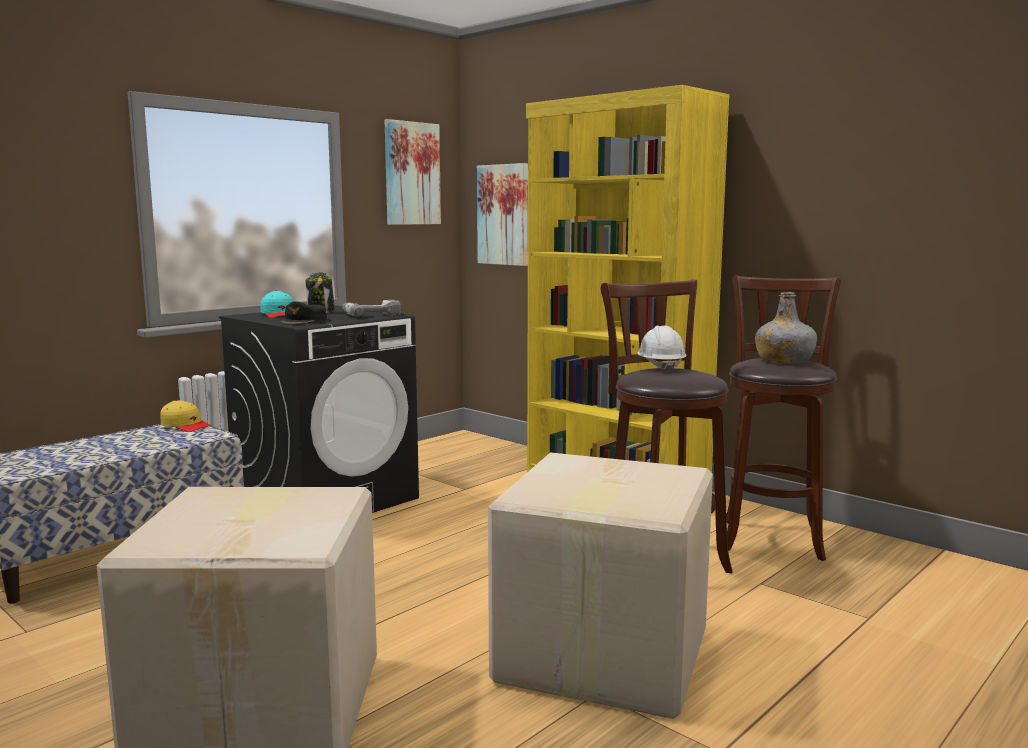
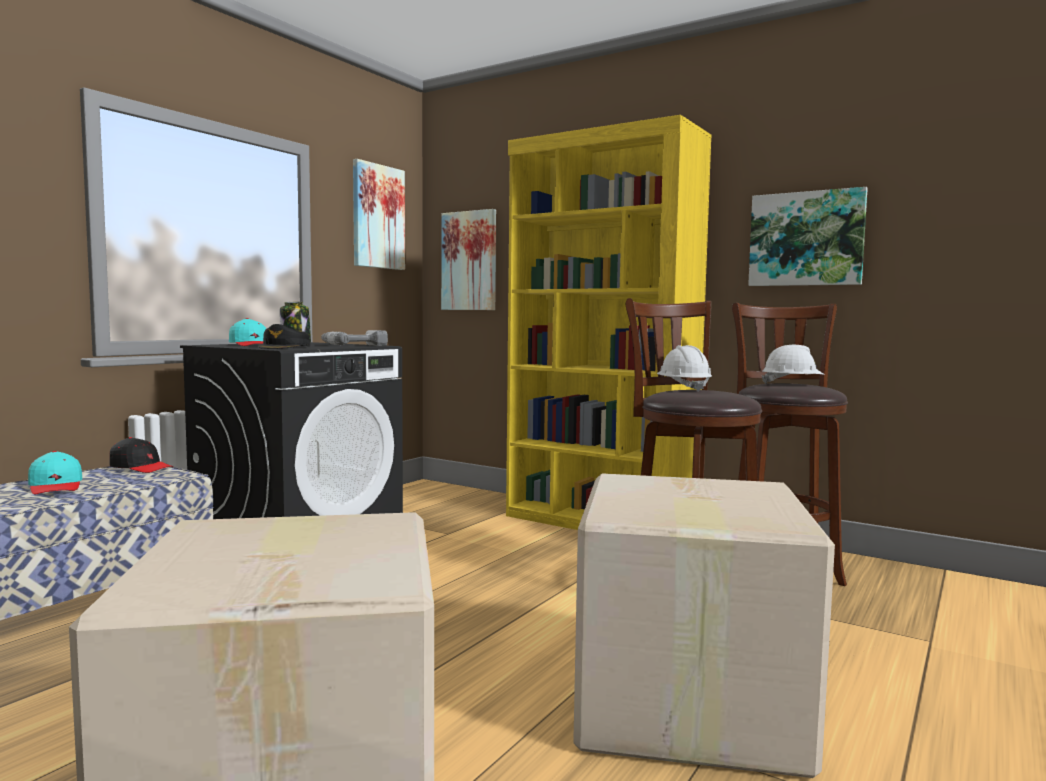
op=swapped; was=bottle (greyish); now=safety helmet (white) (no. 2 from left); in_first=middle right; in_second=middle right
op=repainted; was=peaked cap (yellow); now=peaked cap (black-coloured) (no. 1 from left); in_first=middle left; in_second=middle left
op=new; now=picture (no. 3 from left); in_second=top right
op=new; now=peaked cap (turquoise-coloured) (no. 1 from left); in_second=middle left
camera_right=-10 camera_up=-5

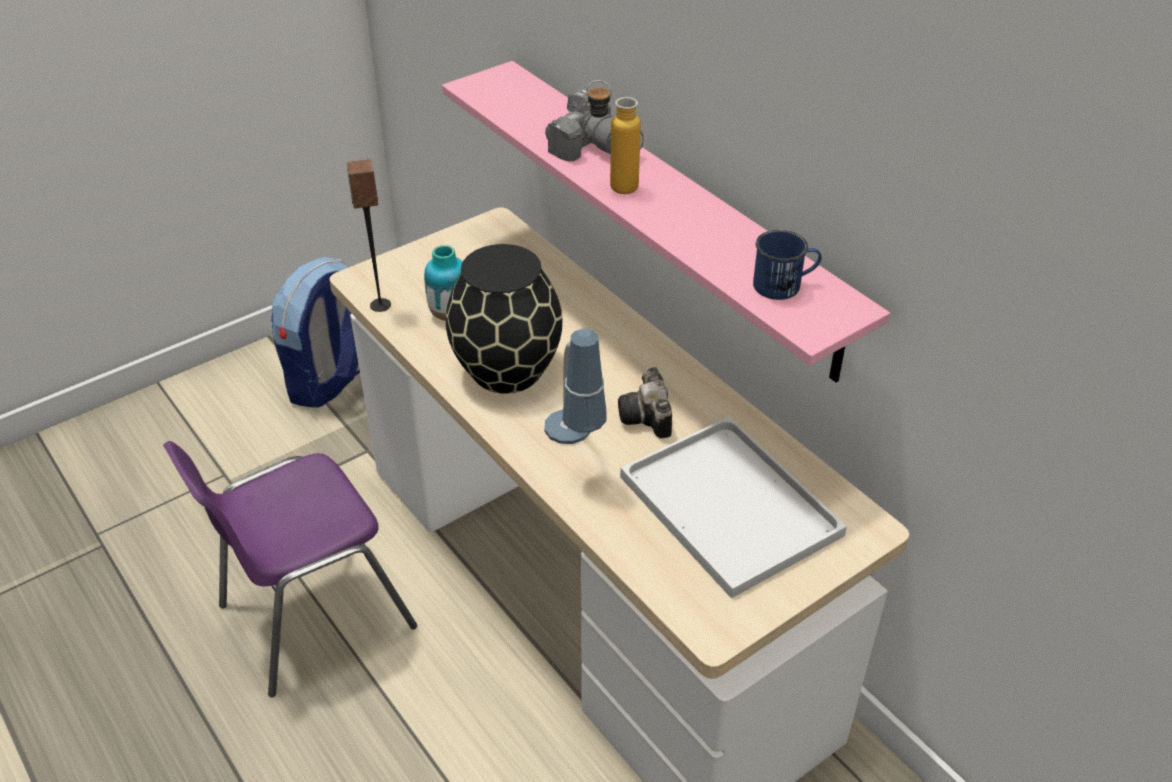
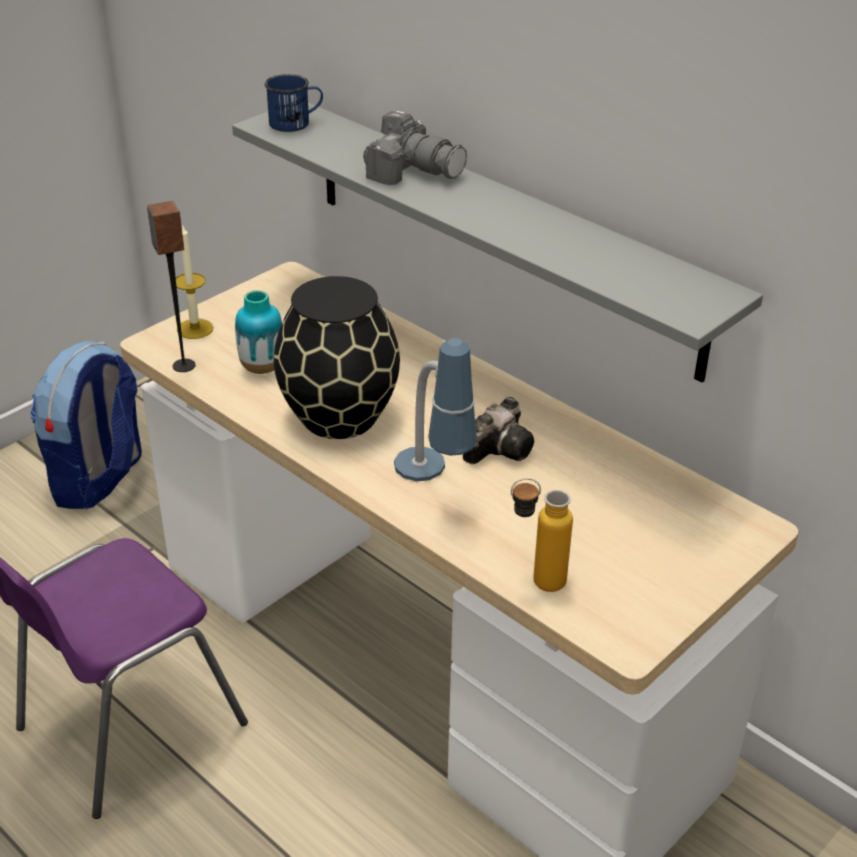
op=repainted; was=wall shelf (pink-coloured); now=wall shelf (greyish); in_first=top centre; in_second=top centre
op=shifted; was=bottle; in_first=top centre; in_second=centre
op=shifted; was=coffee mug (bluish); in_first=middle right; in_second=top centre
op=rotated; was=photo camera (no. 2 from left); in_first=centre; in_second=centre; clockwise=-120
op=gone; was=carrying tray (white); in_first=centre
op=new; now=candle; in_second=top left
camera_right=-10 camera_up=-5

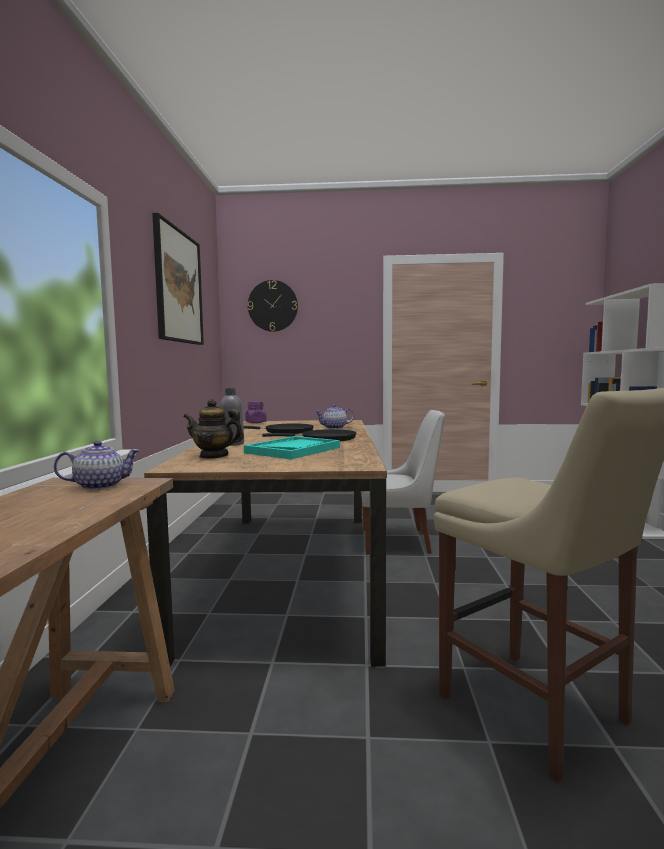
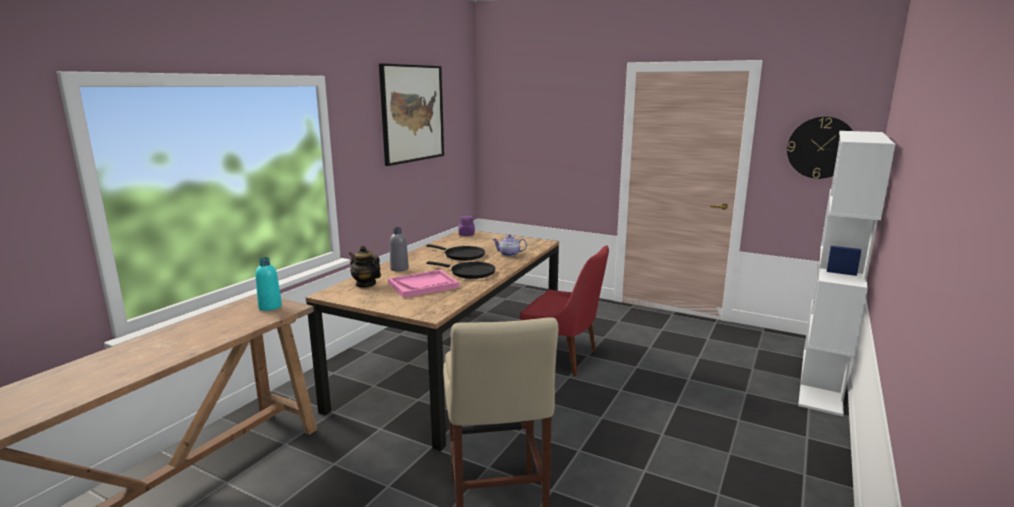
op=shifted; was=wall clock; in_first=centre; in_second=top right
op=repainted; was=upright chair (white); now=upright chair (reddish); in_first=centre; in_second=centre
op=repainted; was=carrying tray (turquoise-coloured); now=carrying tray (pink-coloured); in_first=centre; in_second=centre
op=swapped; was=pot for tea (no. 1 from left); now=bottle (turquoise-coloured); in_first=middle left; in_second=middle left
camera_right=25 camera_up=10

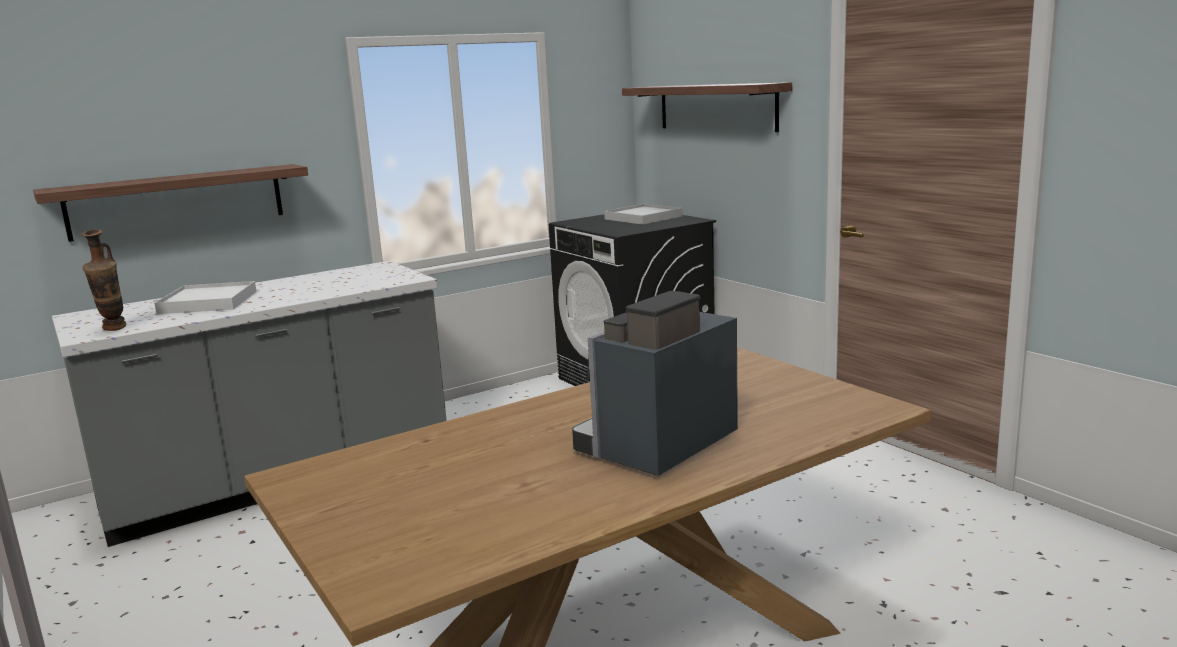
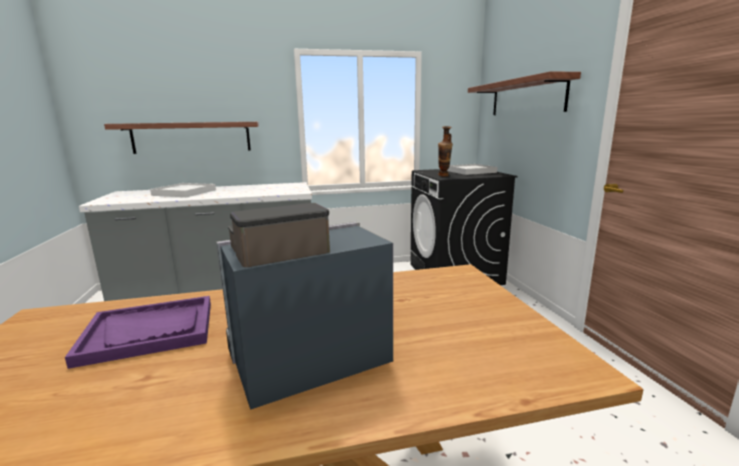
op=shifted; was=vase; in_first=middle left; in_second=top centre
op=new; now=carrying tray (purple-coloured); in_second=bottom left
camera_right=20 camera_up=0

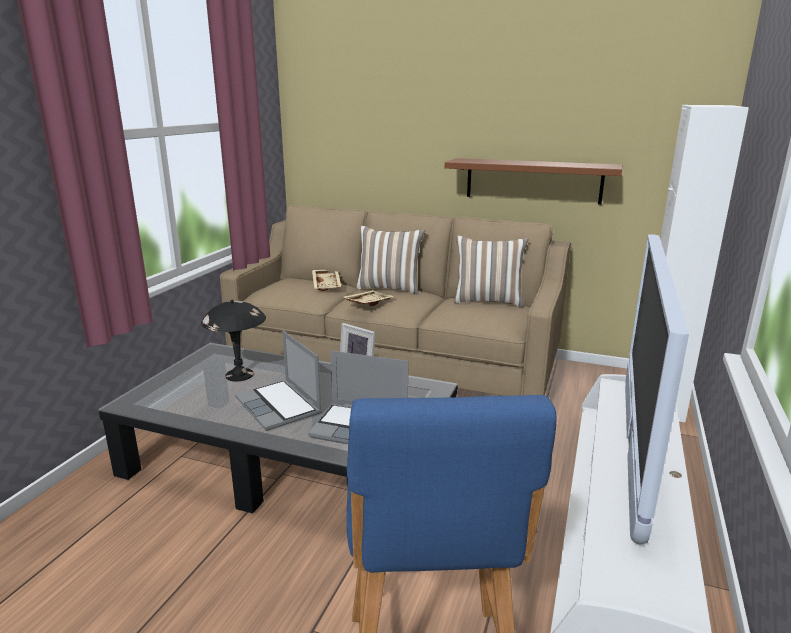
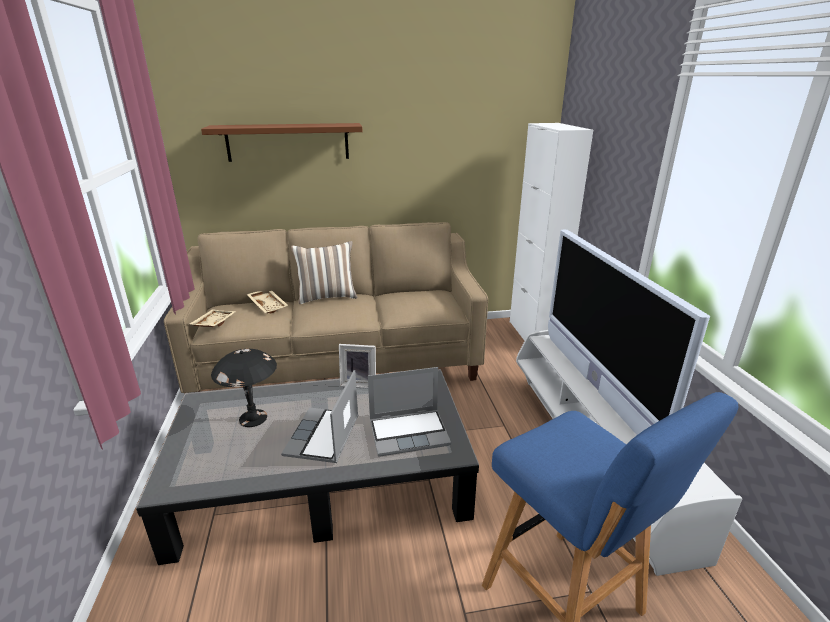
op=shifted; was=wall shelf (brown-coloured); in_first=top right; in_second=top centre
op=gone; was=pillow (no. 2 from left); in_first=centre
op=shifted; was=carrying tray (beige-coloured) (no. 2 from left in the first image); now=carrying tray (beige-coloured) (no. 1 from left); in_first=centre; in_second=middle left
op=rotated; was=notebook computer (no. 1 from left); in_first=centre; in_second=bottom centre; clockwise=75
camera_right=-30 camera_up=5

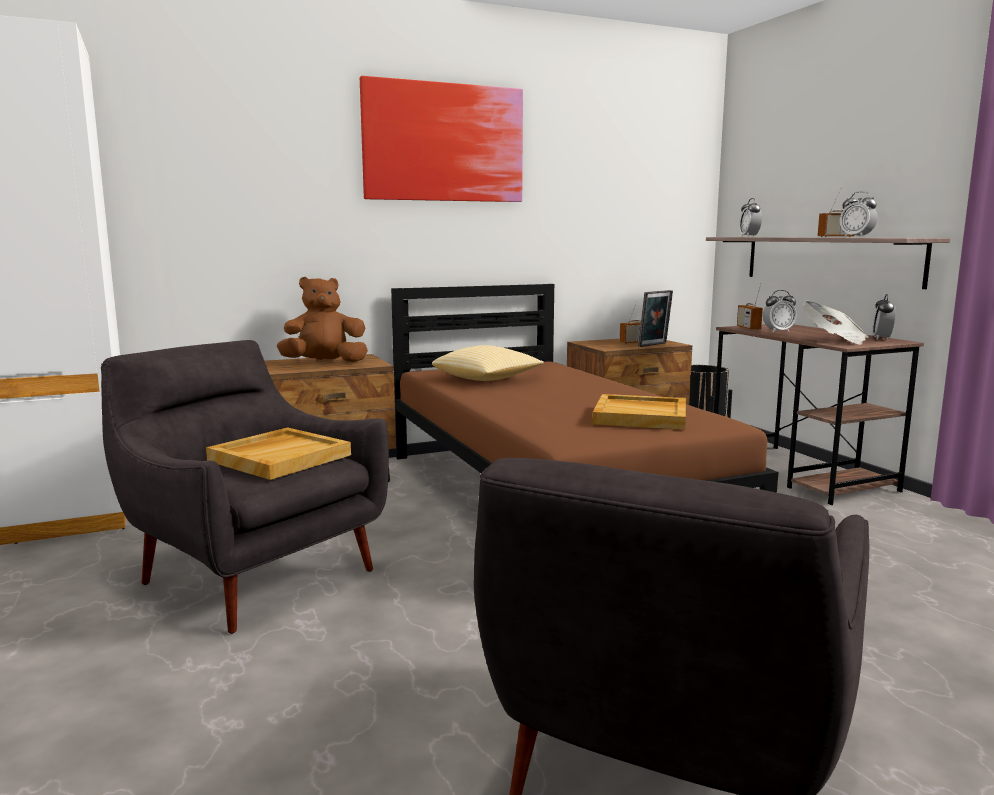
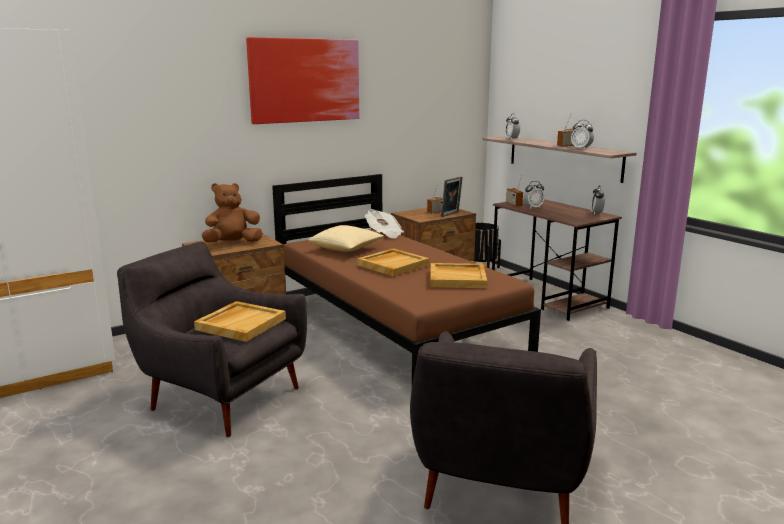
op=shifted; was=newspaper; in_first=middle right; in_second=centre
op=new; now=carrying tray (beige-coloured) (no. 2 from left); in_second=centre
camera_right=-10 camera_up=5

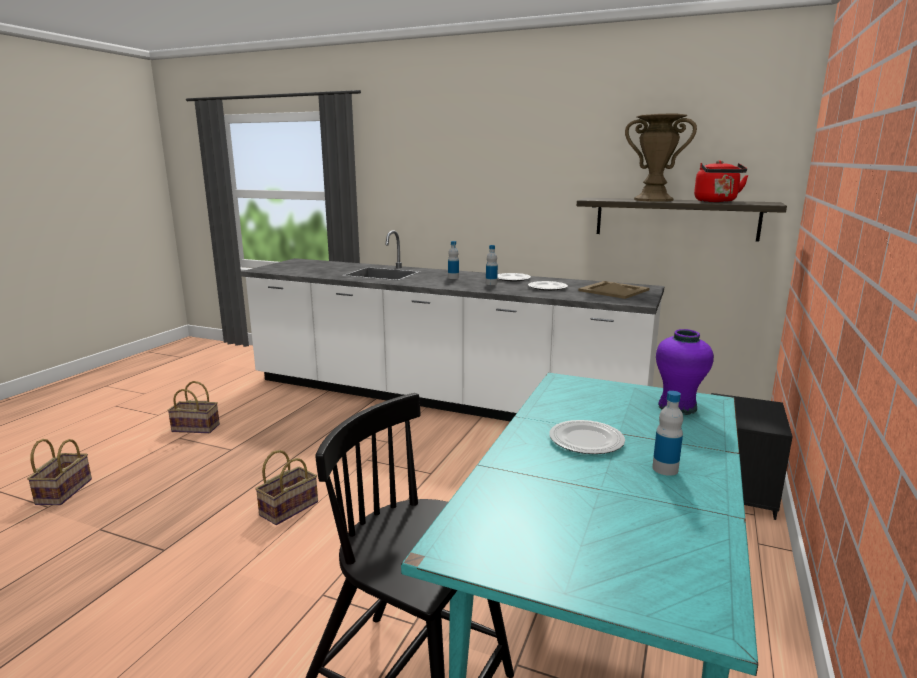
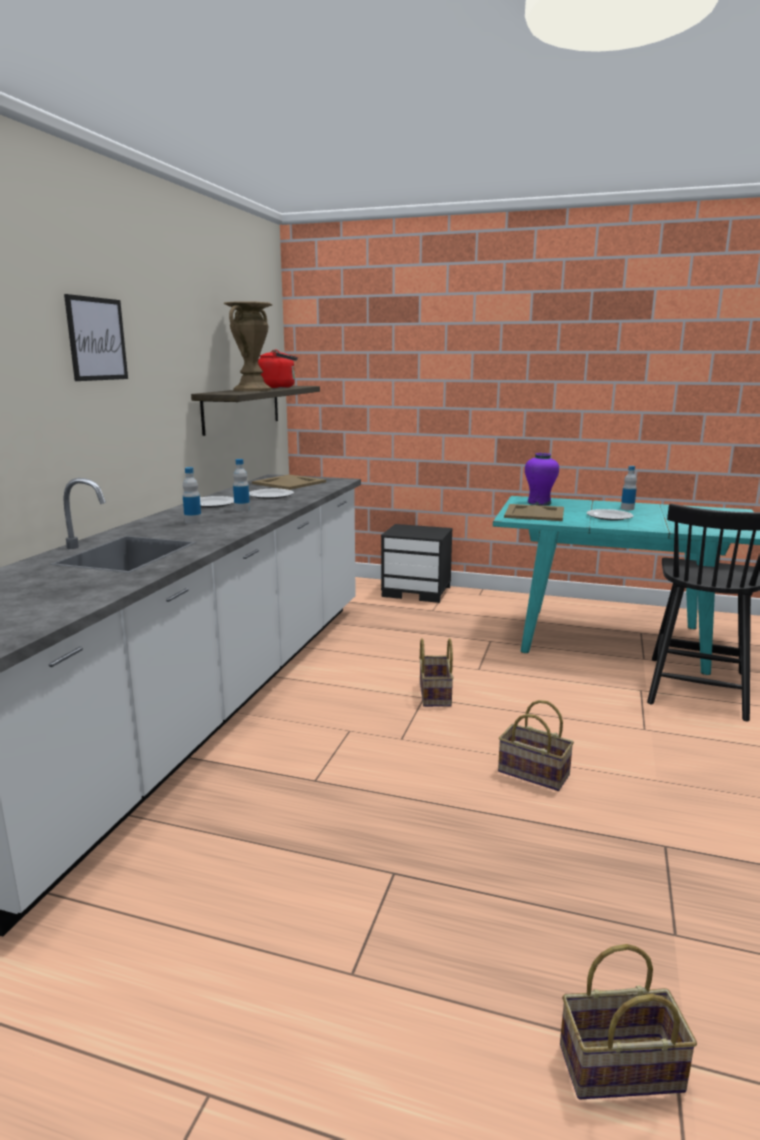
op=shifted; was=household basket (no. 2 from left in the first image); now=household basket (no. 1 from left); in_first=middle left; in_second=centre
op=new; now=picture; in_second=top left
op=new; now=carrying tray (beige-coloured) (no. 2 from left); in_second=middle right
camera_right=-95 camera_up=0

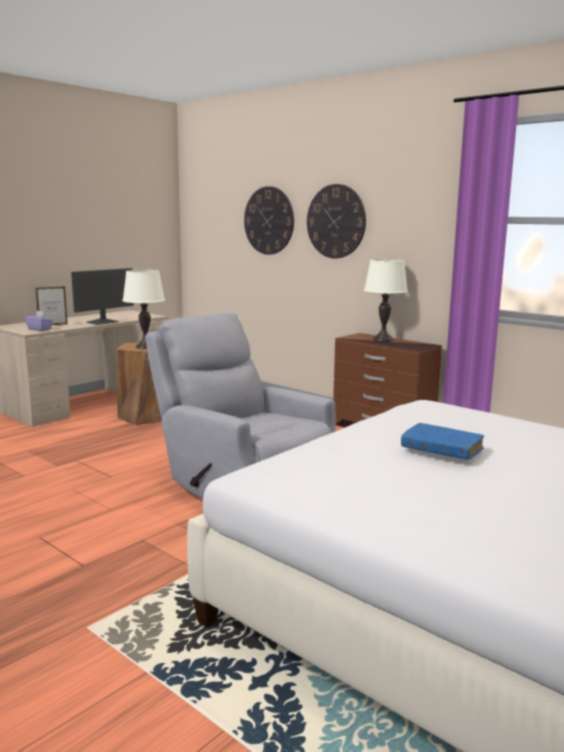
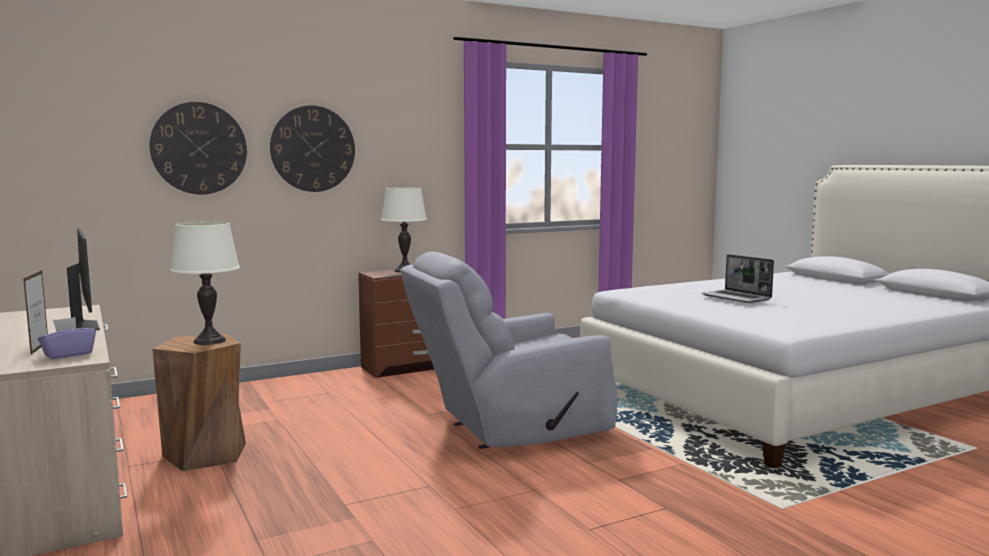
op=swapped; was=volume (bluish); now=notebook computer; in_first=middle right; in_second=middle right
camera_right=-70 camera_up=-5

